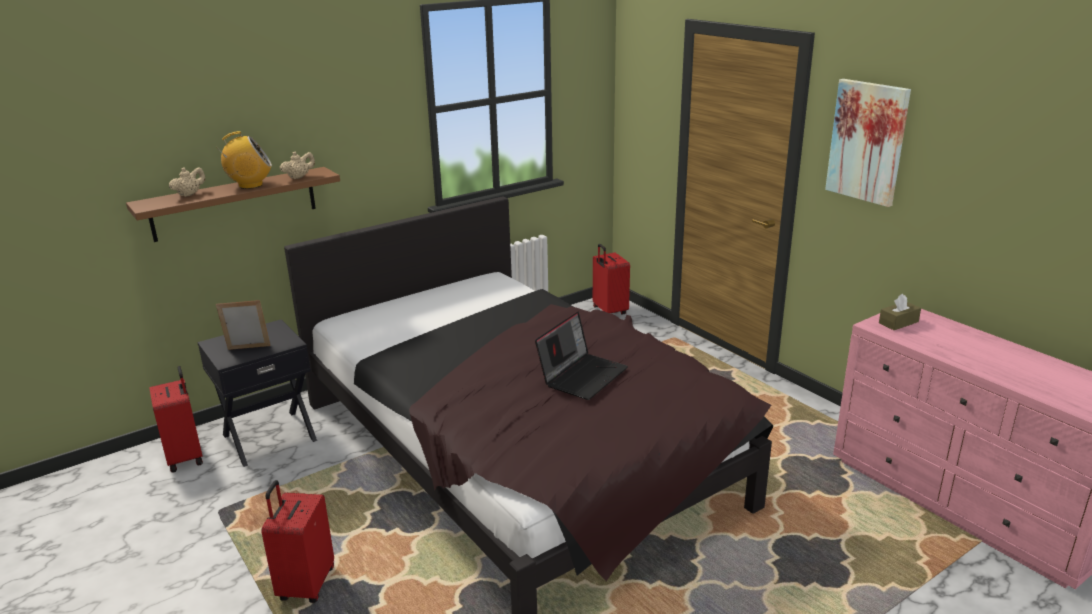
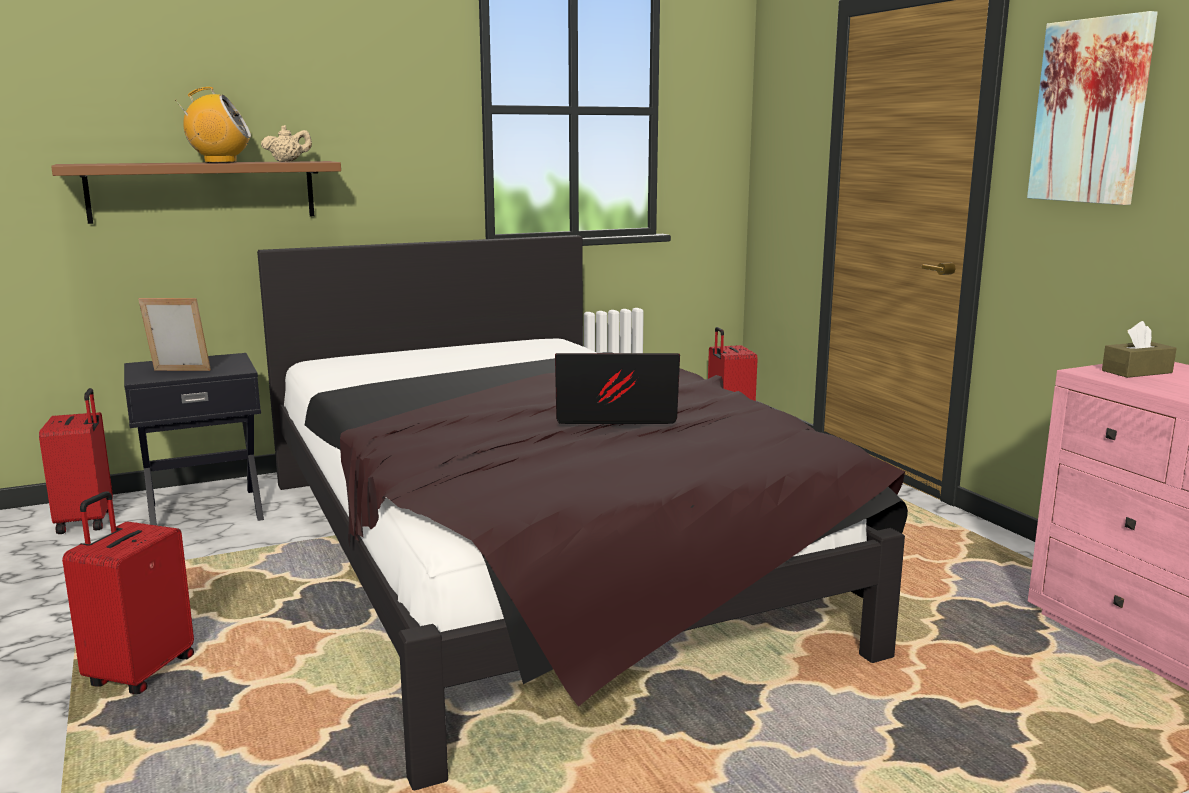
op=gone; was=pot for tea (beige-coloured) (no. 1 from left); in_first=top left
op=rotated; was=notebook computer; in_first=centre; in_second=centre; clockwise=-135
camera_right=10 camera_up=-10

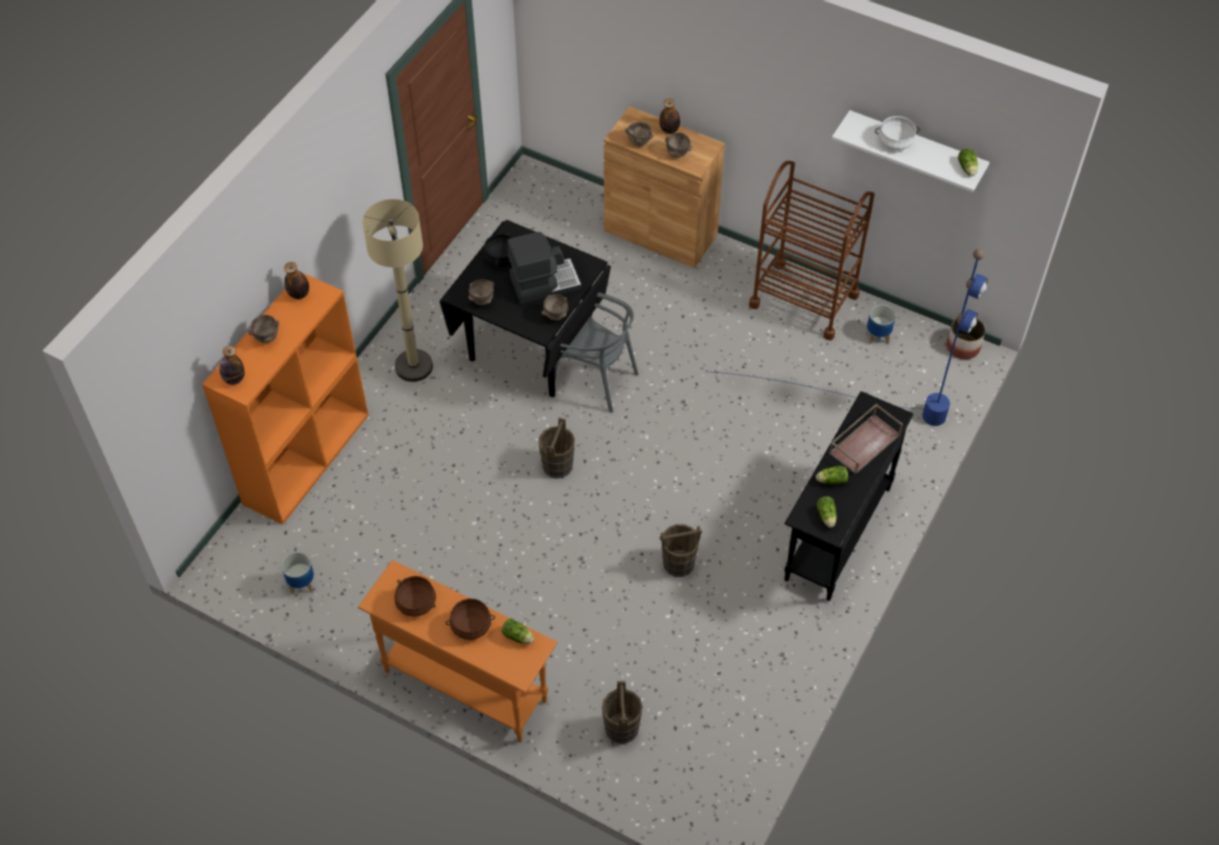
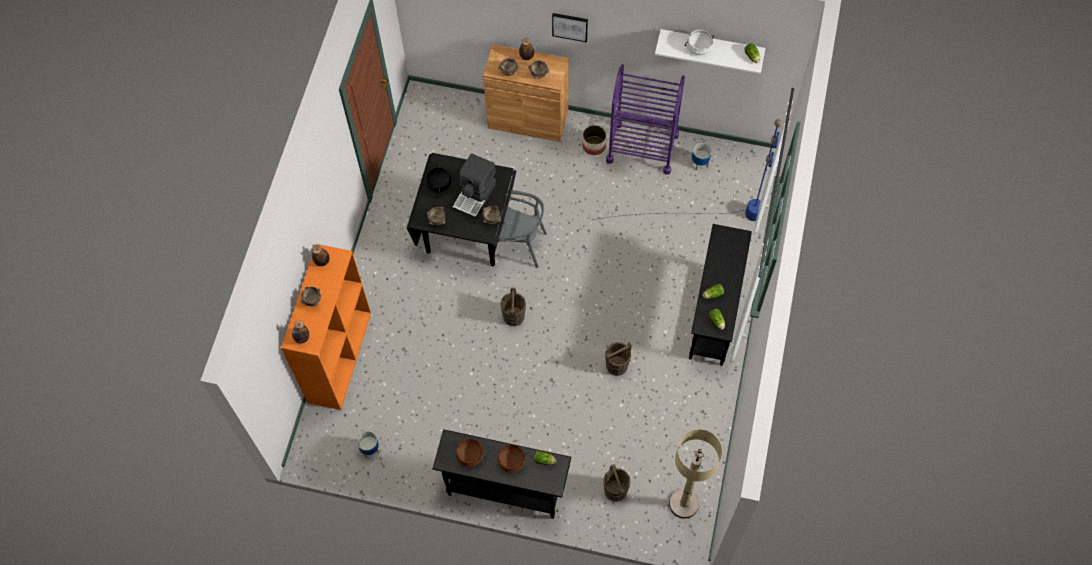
op=repainted; was=wheeled cart (brown-coloured); now=wheeled cart (purple-coloured); in_first=top centre; in_second=top centre
op=shifted; was=standard lamp (beige-coloured); in_first=middle left; in_second=bottom centre
op=rotated; was=coffee maker; in_first=top centre; in_second=top centre; clockwise=150
op=shifted; was=flower pot (no. 3 from left in the first image); now=flower pot (no. 2 from left); in_first=middle right; in_second=top centre
op=gone; was=carrying tray (brown-coloured); in_first=middle right
op=repainted; was=console table (orangey); now=console table (black-coloured) (no. 1 from left); in_first=bottom centre; in_second=bottom centre
op=new; now=picture; in_second=top centre
camera_right=-15 camera_up=10

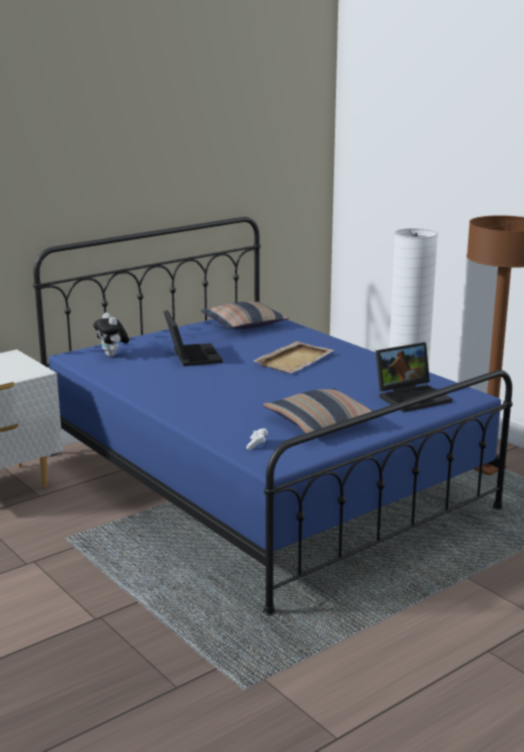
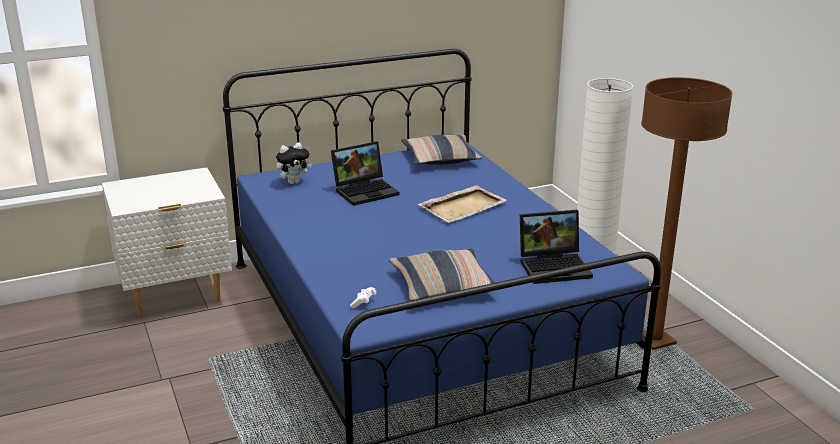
op=rotated; was=notebook computer (no. 1 from left); in_first=centre; in_second=centre; clockwise=60
op=rotated; was=plush toy; in_first=middle left; in_second=centre; clockwise=-105
camera_right=15 camera_up=5

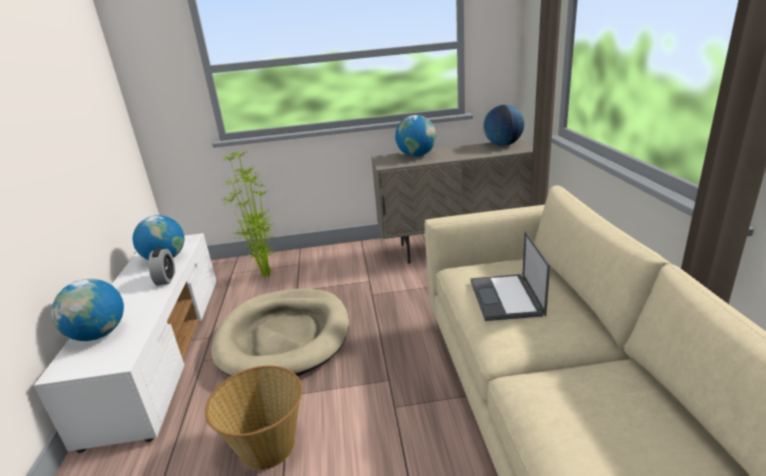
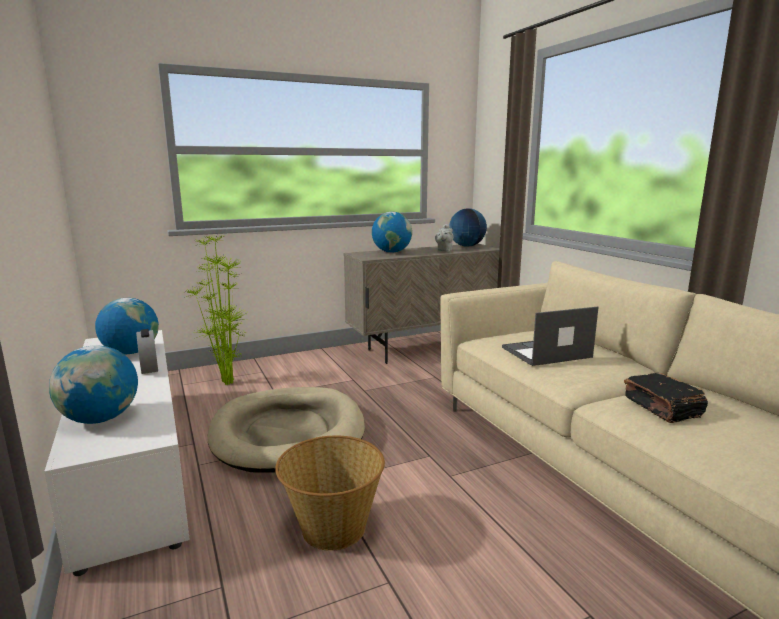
op=rotated; was=notebook computer; in_first=centre; in_second=middle right; clockwise=90
op=new; now=pot for tea (greyish); in_second=centre
op=new; now=volume (black-coloured); in_second=middle right
camera_right=-20 camera_up=-10

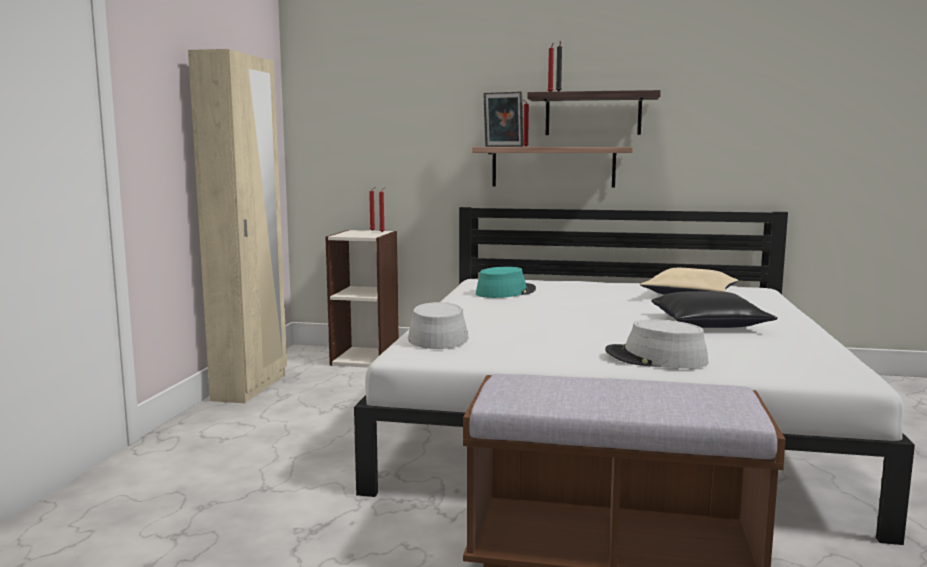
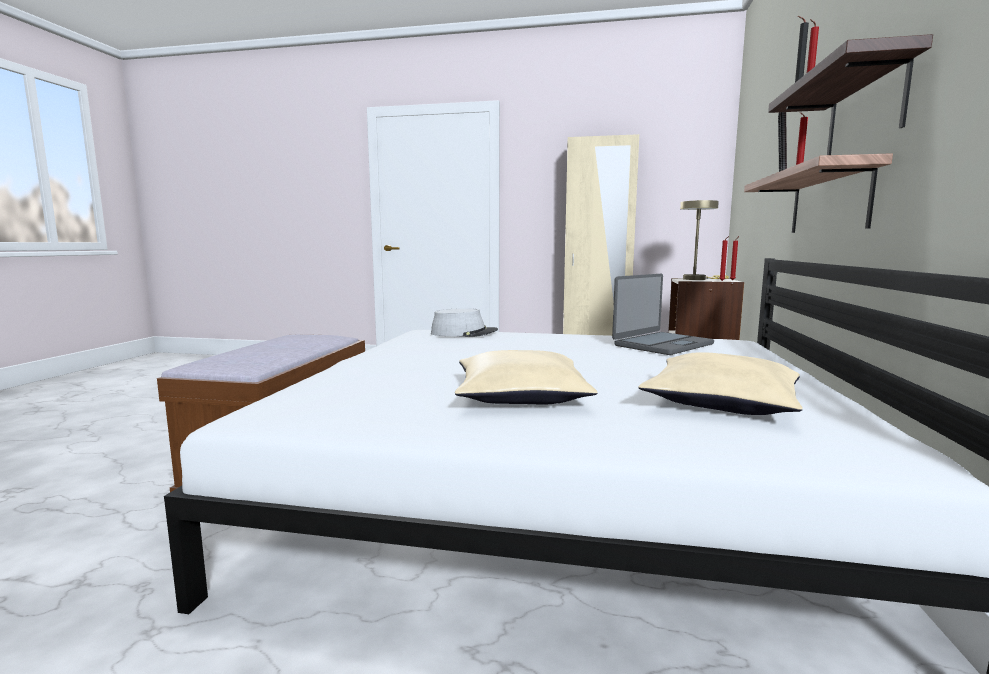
op=swapped; was=hat (turquoise-coloured); now=notebook computer; in_first=centre; in_second=middle right
op=repainted; was=pillow (black-coloured); now=pillow (beige-coloured) (no. 1 from left); in_first=middle right; in_second=centre
op=gone; was=hat (greyish) (no. 2 from left); in_first=middle right
op=new; now=lamp for a table (beige-coloured); in_second=middle right
camera_right=90 camera_up=0

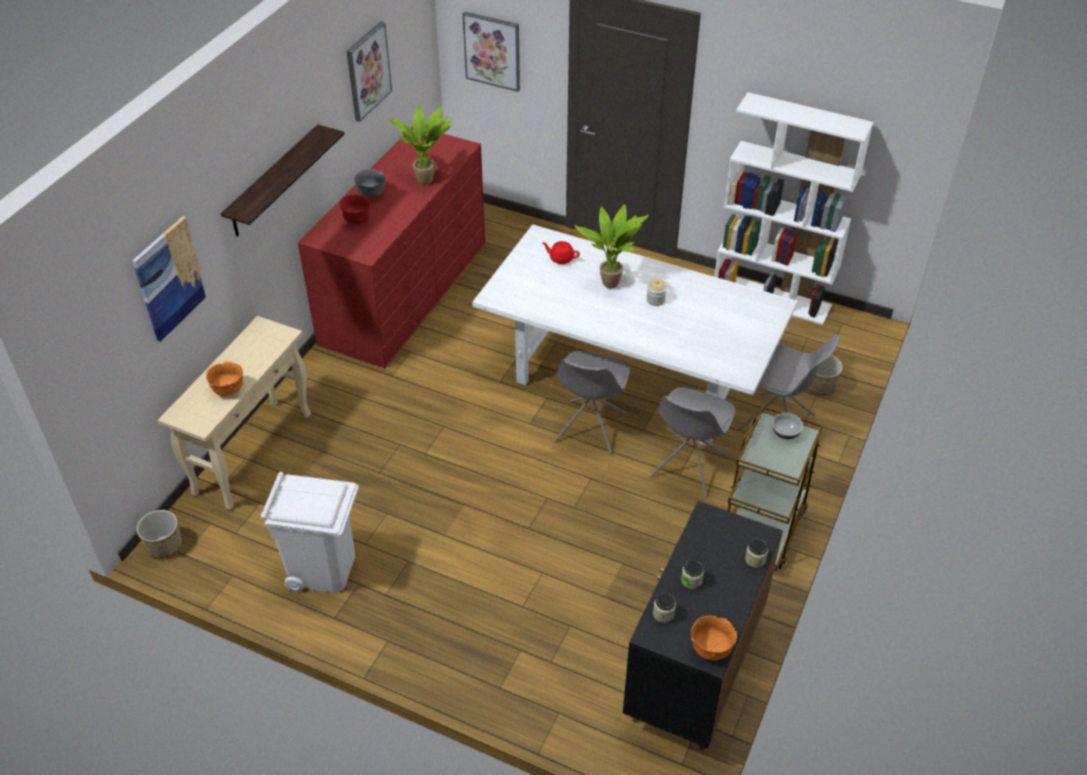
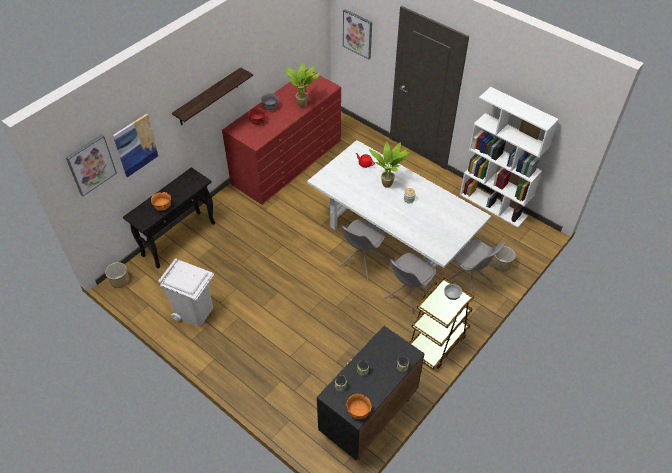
op=shifted; was=picture (no. 2 from left in the first image); now=picture (no. 1 from left); in_first=top centre; in_second=middle left
op=repainted; was=console table (beige-coloured); now=console table (black-coloured); in_first=middle left; in_second=middle left
camera_right=15 camera_up=5

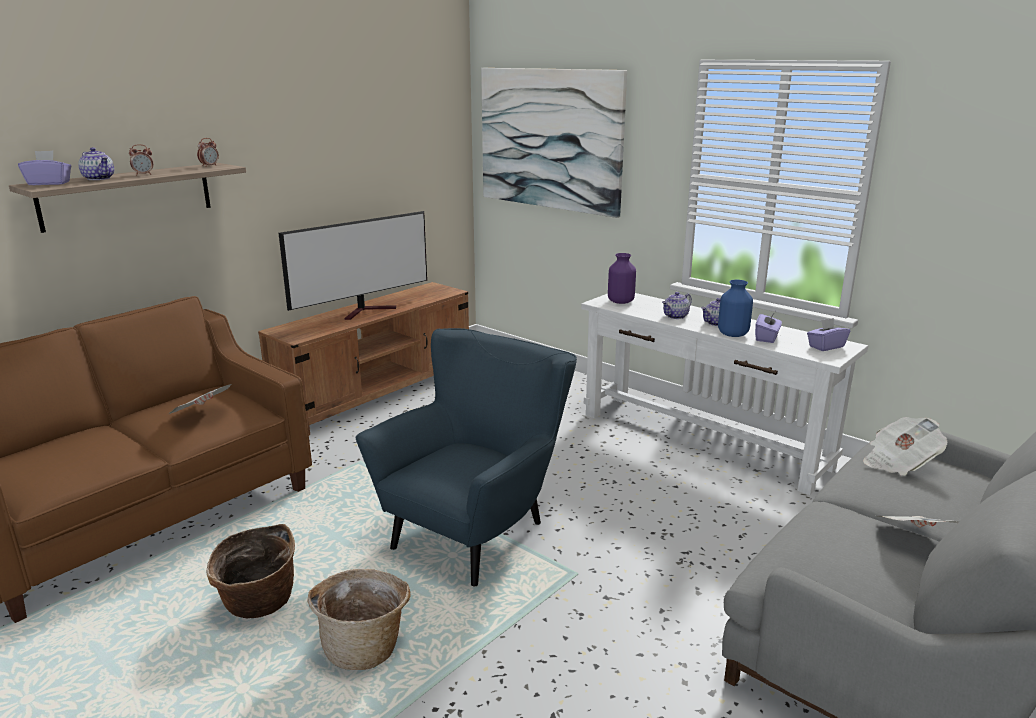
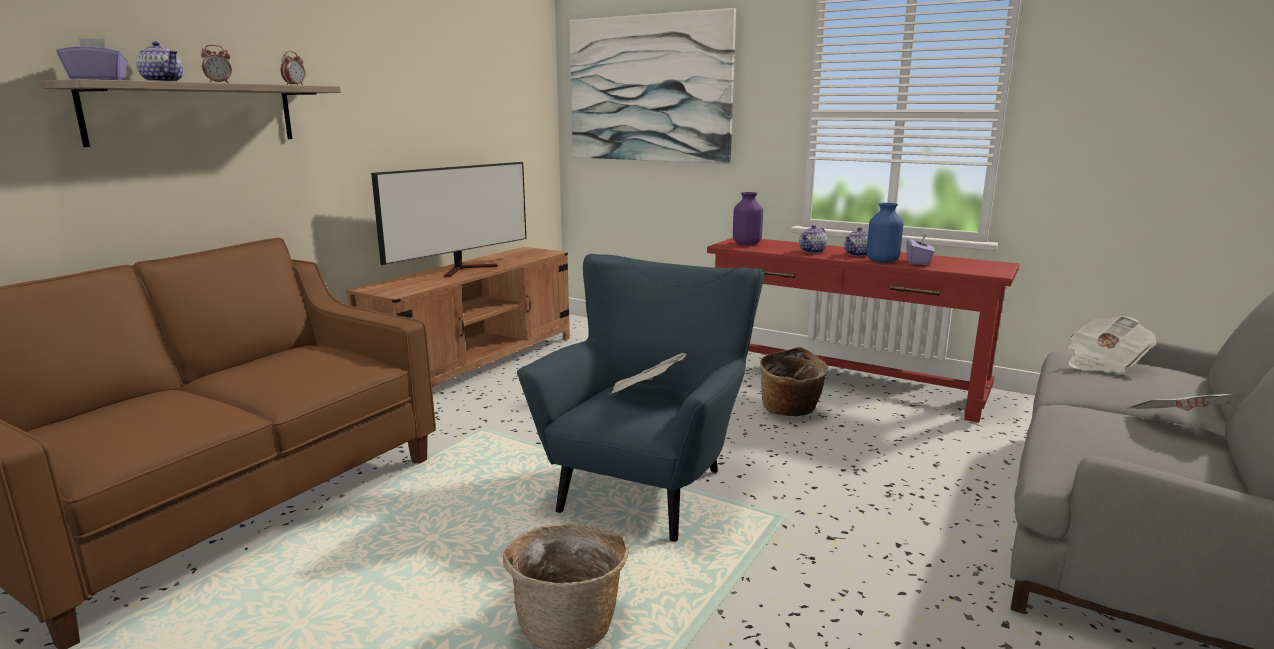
op=repainted; was=console table (white); now=console table (reddish); in_first=middle right; in_second=middle right
op=gone; was=tissue holder (purple-coloured) (no. 3 from left); in_first=middle right
op=shifted; was=newspaper (no. 1 from left); in_first=middle left; in_second=centre
op=shifted; was=household basket (no. 1 from left in the first image); now=household basket (no. 2 from left); in_first=bottom left; in_second=centre
camera_right=-10 camera_up=-5

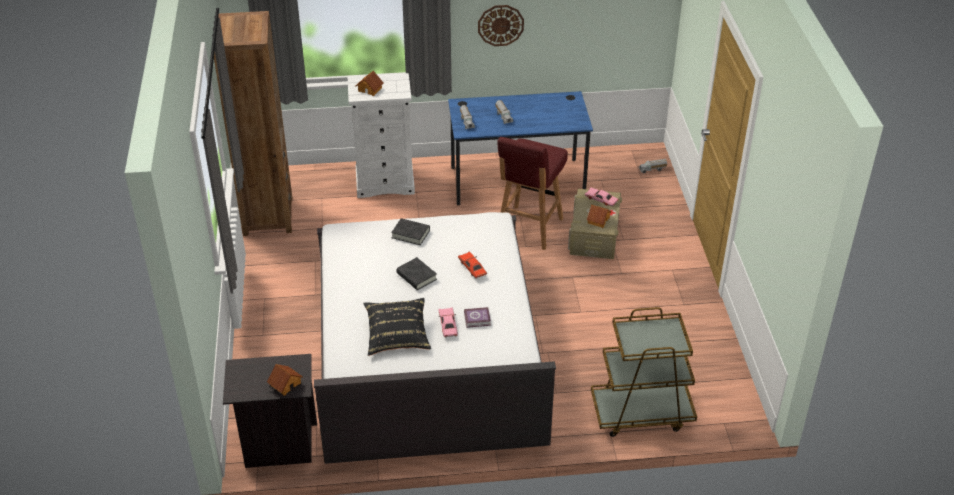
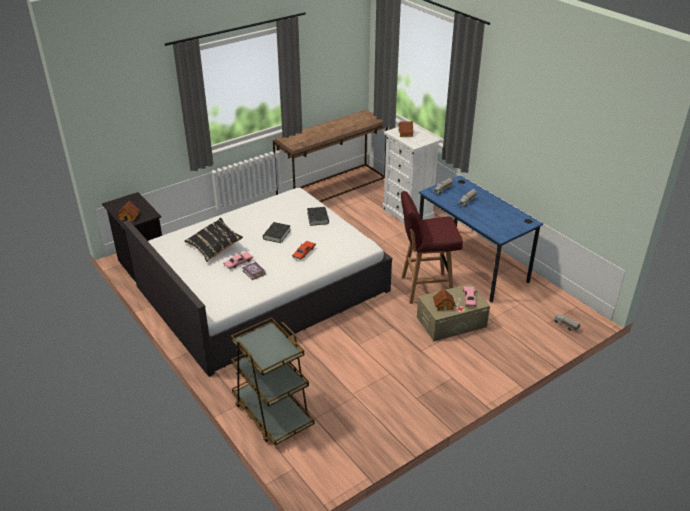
op=gone; was=wall clock; in_first=top centre
op=swapped; was=bookcase (brown-coloured); now=console table (brown-coloured); in_first=top left; in_second=top centre
camera_right=60 camera_up=-5

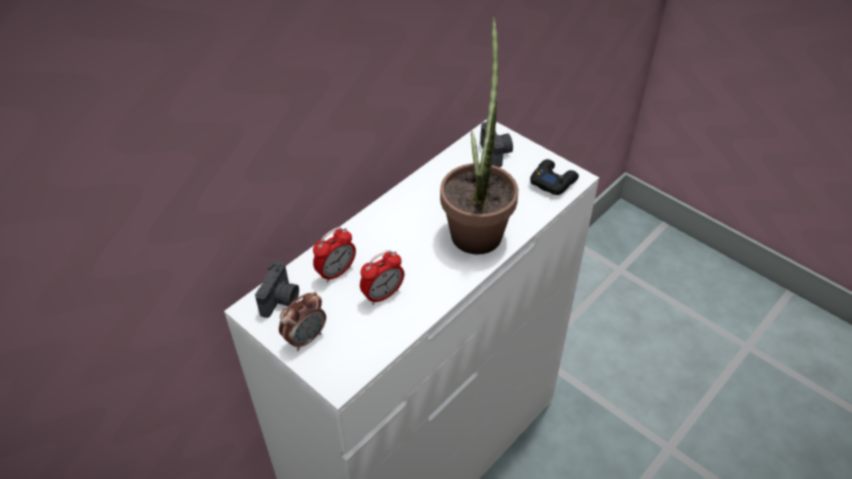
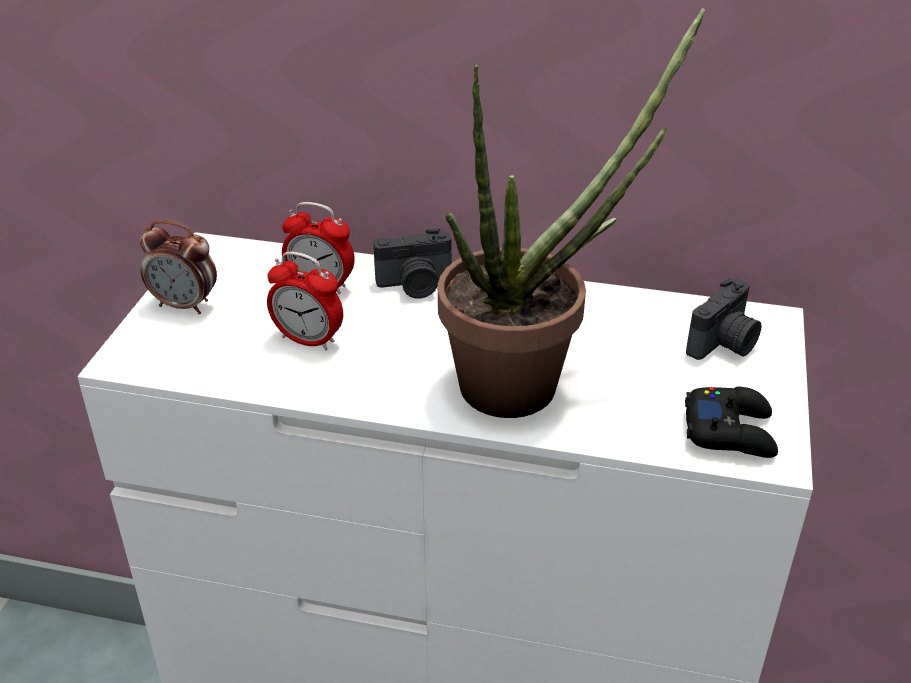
op=shifted; was=photo camera (no. 1 from left); in_first=middle left; in_second=centre
camera_right=60 camera_up=-10

